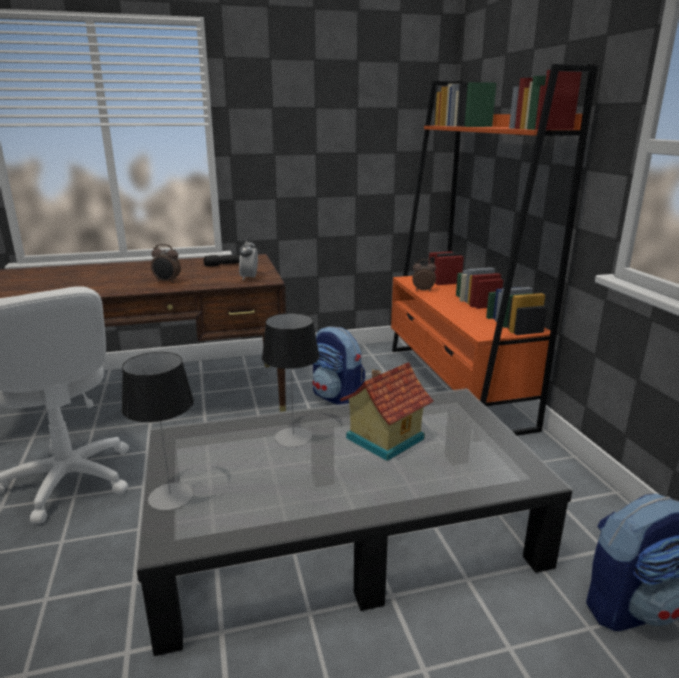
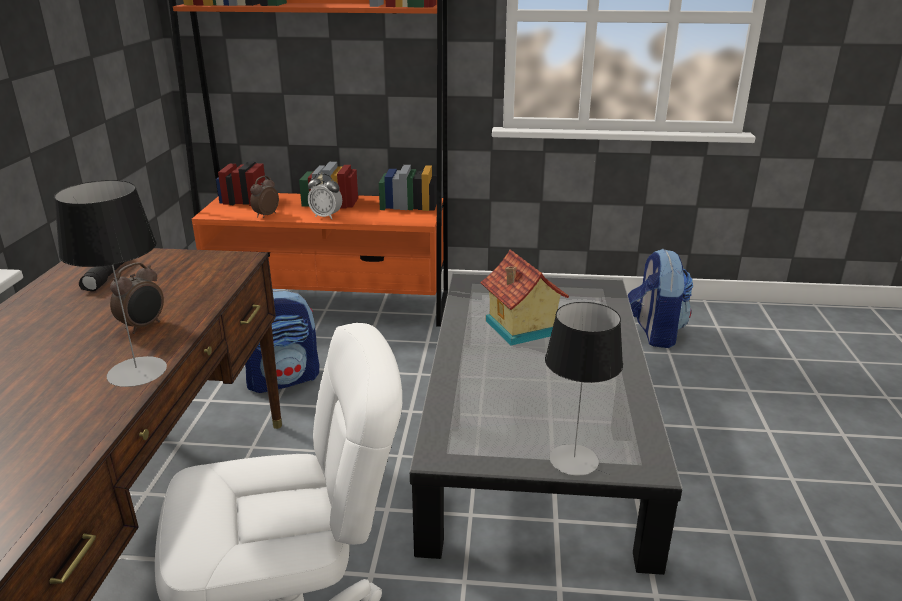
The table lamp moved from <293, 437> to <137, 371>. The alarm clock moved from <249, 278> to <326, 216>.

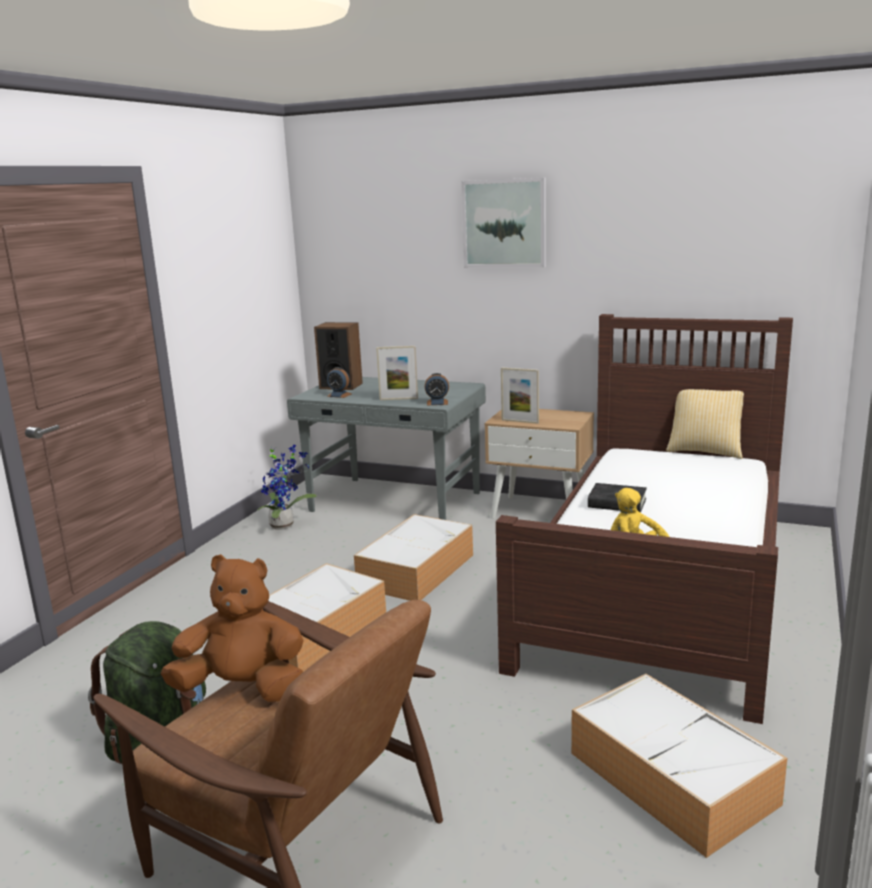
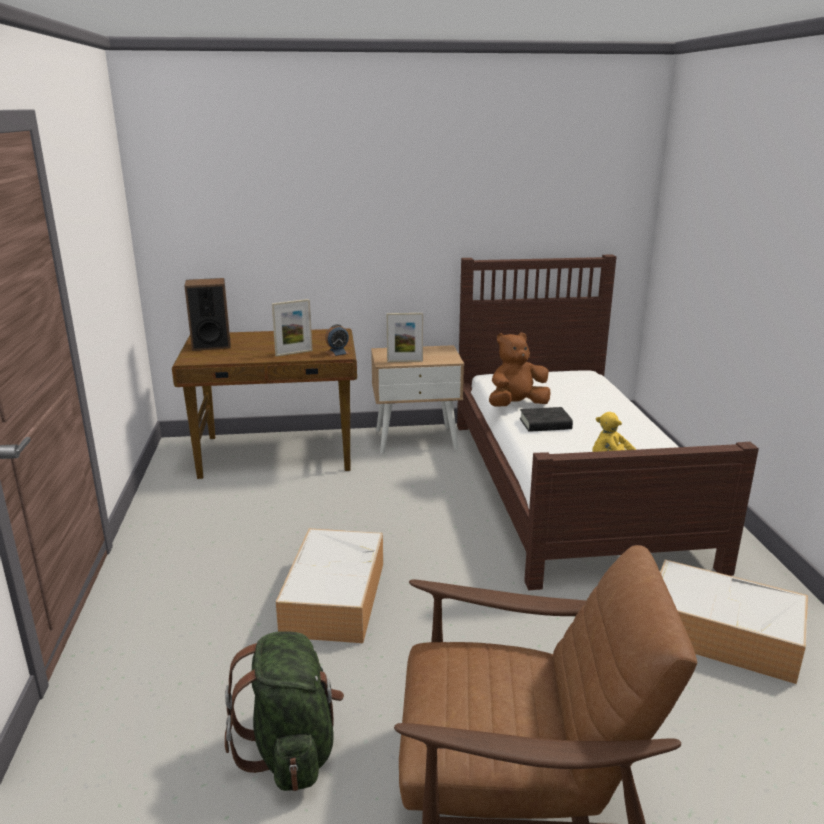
The desk in grey at <395, 502> became the desk in brown at <278, 454>. The plush toy in brown moved from <243, 689> to <516, 405>. The potted plant at <285, 525> disappeared. The alarm clock at <339, 395> disappeared. The storage box at <417, 570> disappeared. The picture at <504, 223> disappeared. The pillow at <705, 451> disappeared.

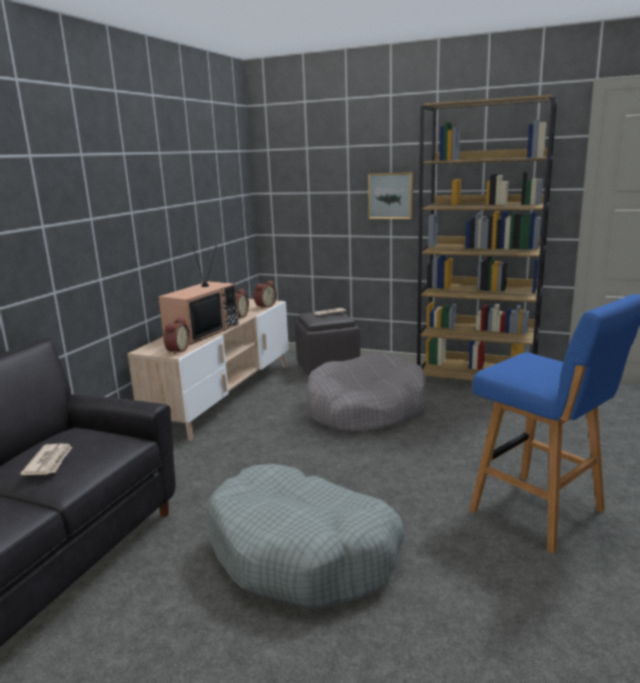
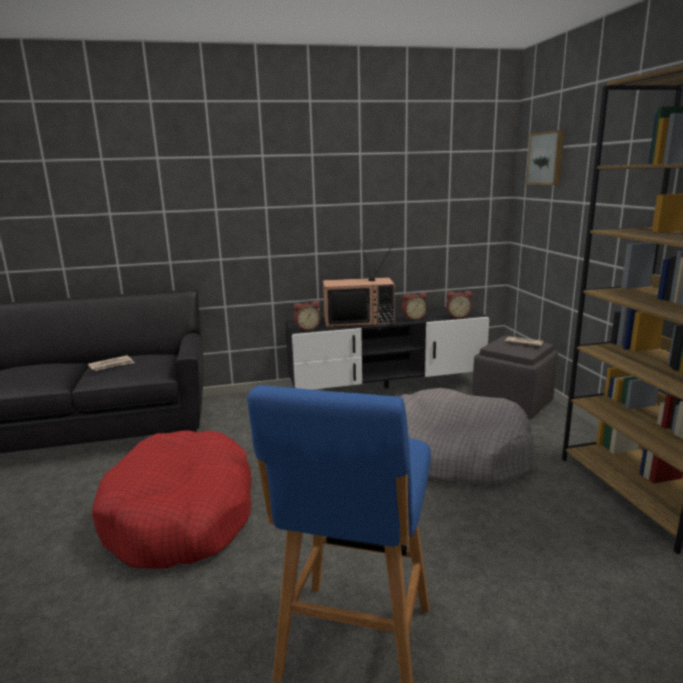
The dog bed in grey at <303, 552> became the dog bed in red at <181, 515>. The tv stand in beige at <225, 395> became the tv stand in black at <386, 388>. The picture moved from <391, 195> to <547, 158>.

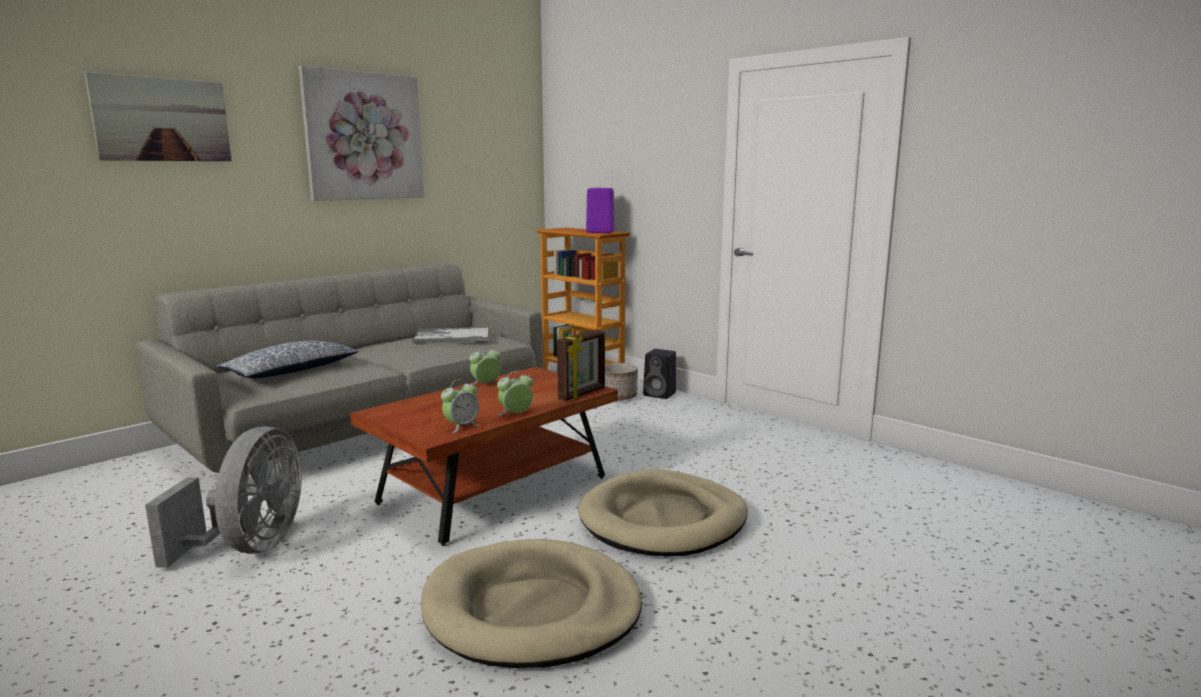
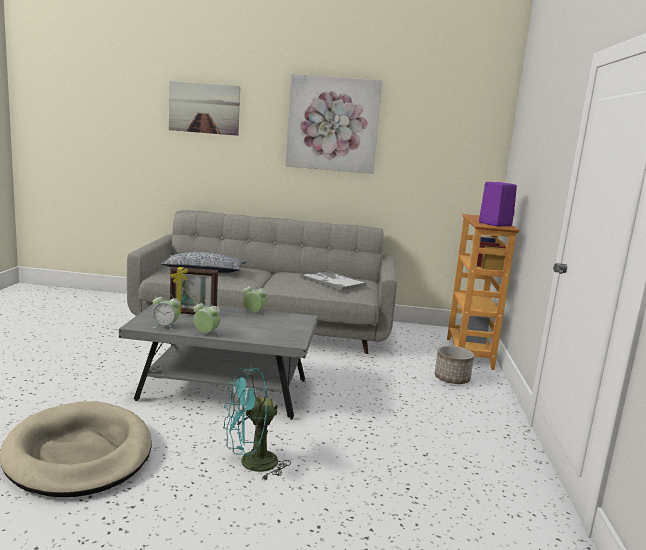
The coffee table in brown at <494, 491> became the coffee table in grey at <224, 390>. The picture frame moved from <582, 394> to <193, 314>. The dog bed in beige at <663, 520> was replaced by the fan in turquoise at <251, 464>. The fan in grey at <250, 547> disappeared. The speaker in black at <660, 394> disappeared.

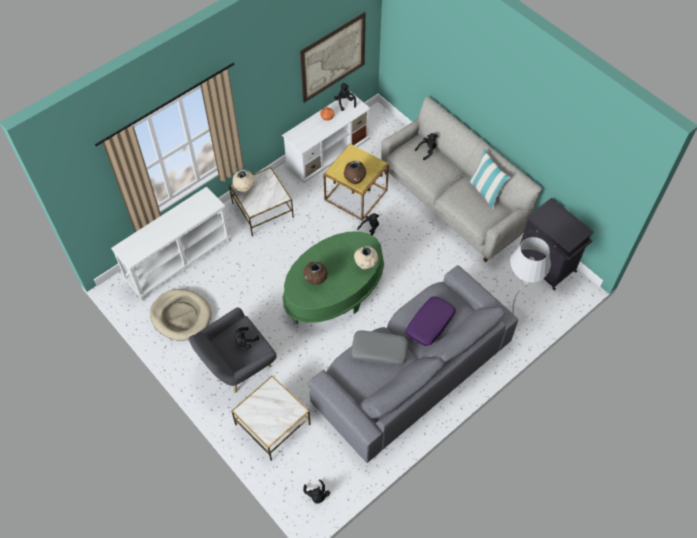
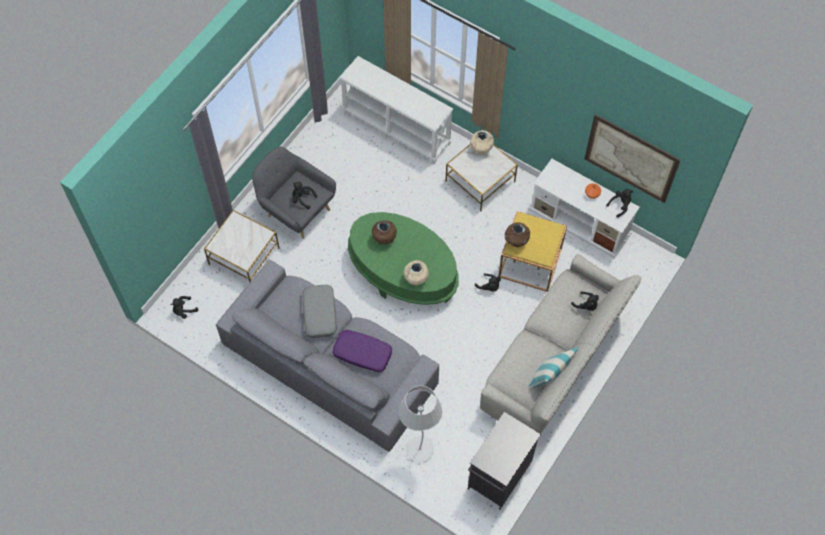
The dog bed in beige at <181, 316> disappeared.

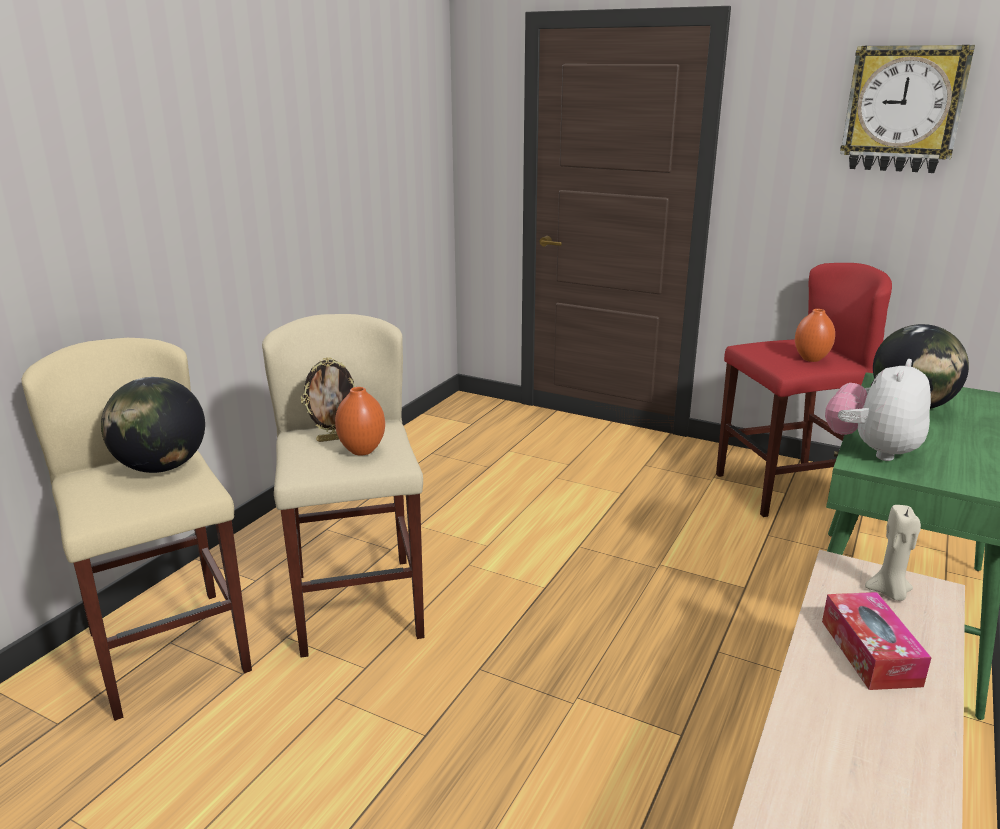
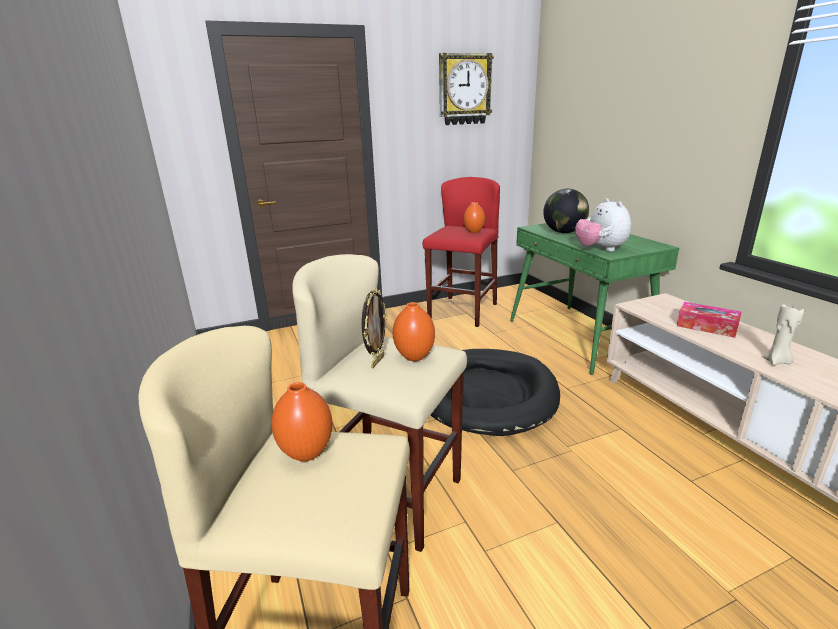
The globe at <161, 467> was replaced by the vase in orange at <306, 454>. The dog bed in black at <487, 394> appeared. The candle in beige moved from <889, 592> to <777, 362>.

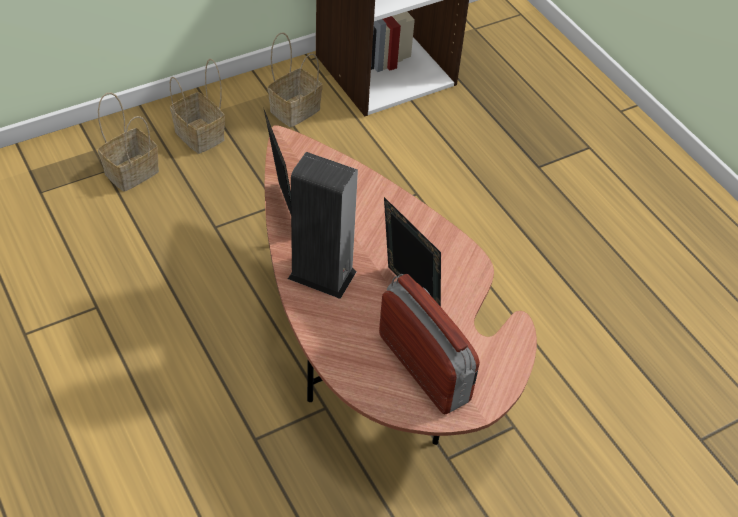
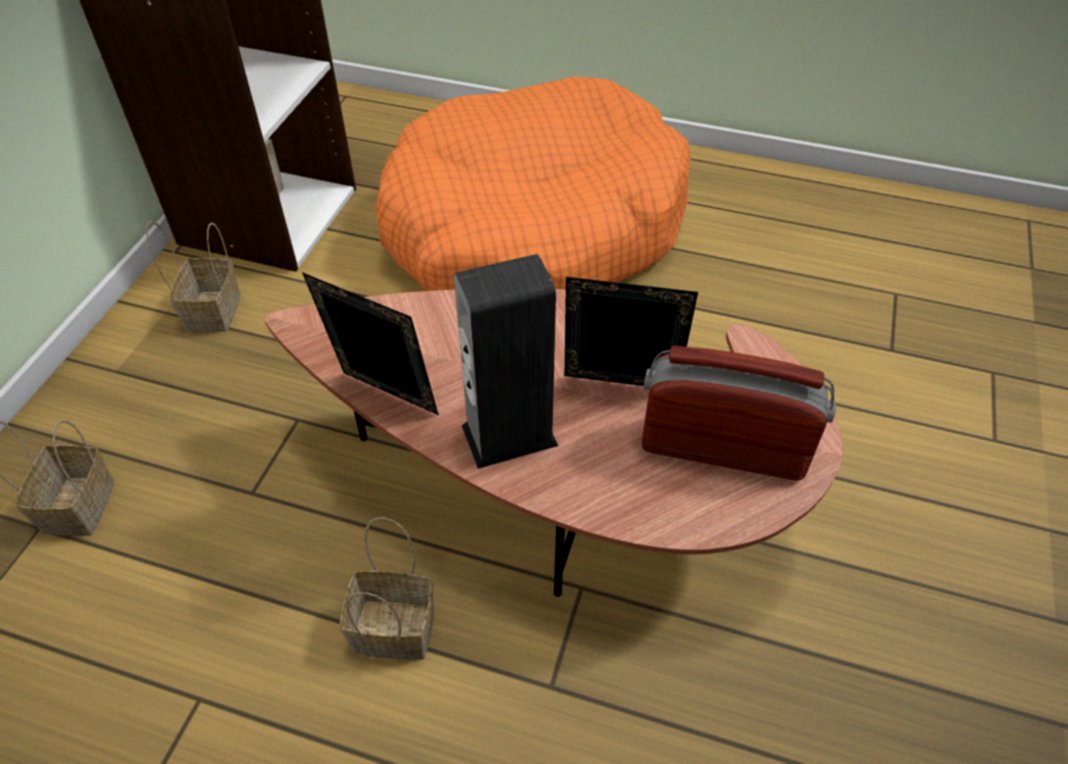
The basket moved from <201, 136> to <397, 628>. The dog bed in orange at <533, 228> appeared.

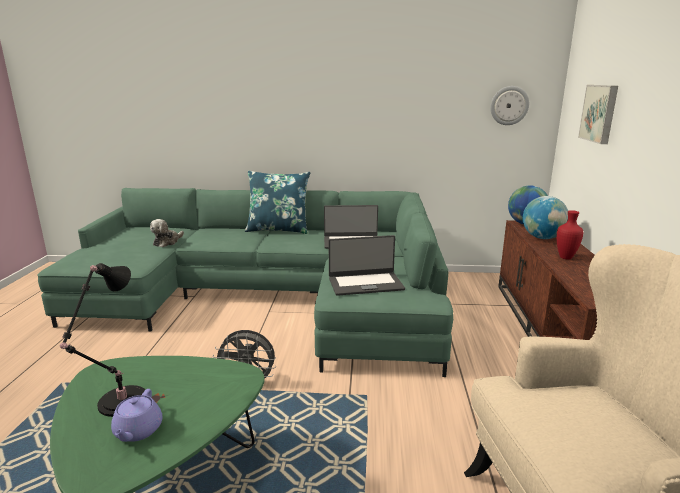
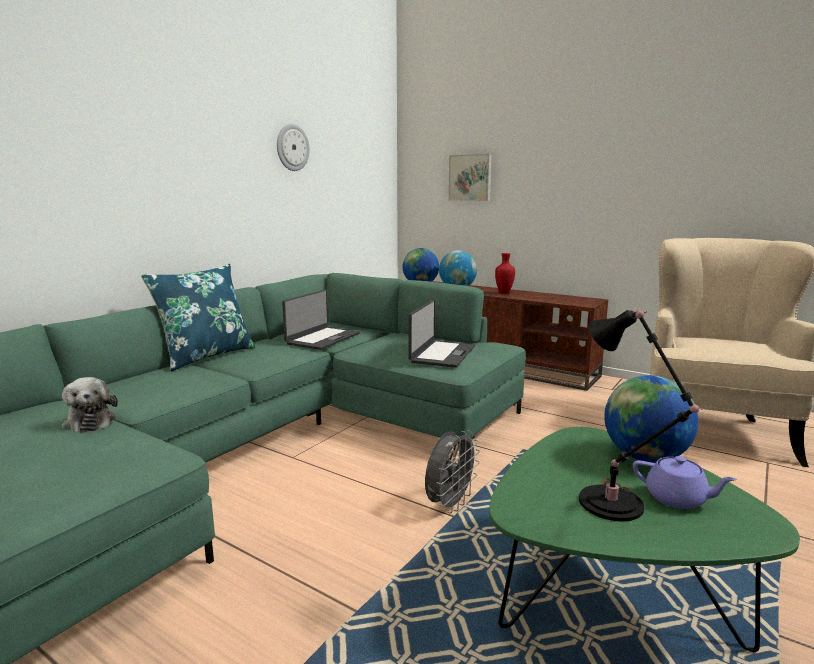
The wall clock moved from <509, 105> to <292, 147>. The globe at <645, 457> appeared.

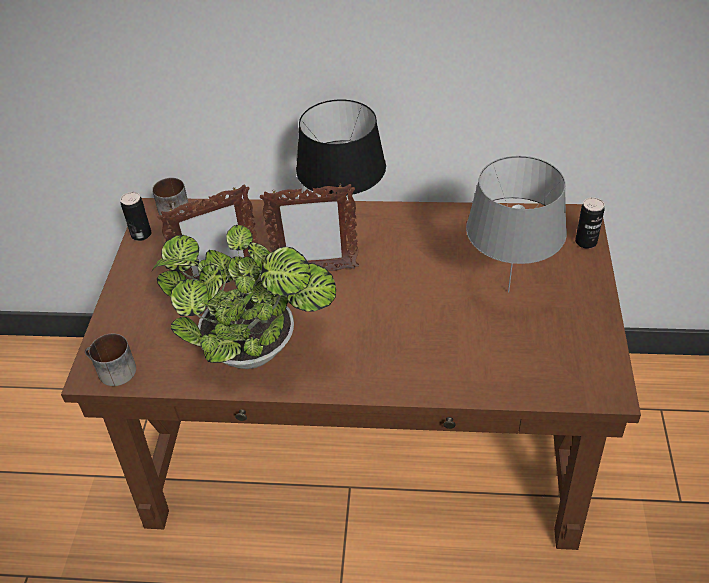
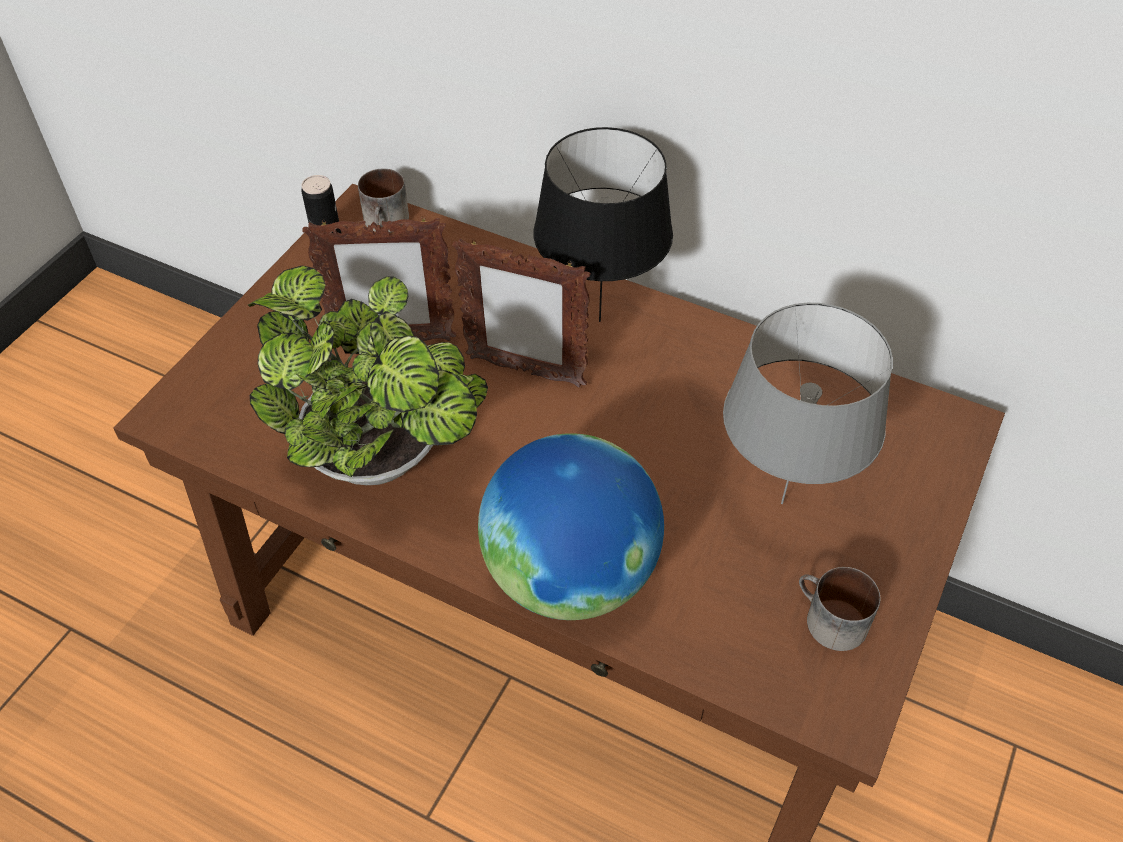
The globe at <569, 575> appeared. The mug moved from <112, 371> to <828, 620>. The can at <586, 242> disappeared.

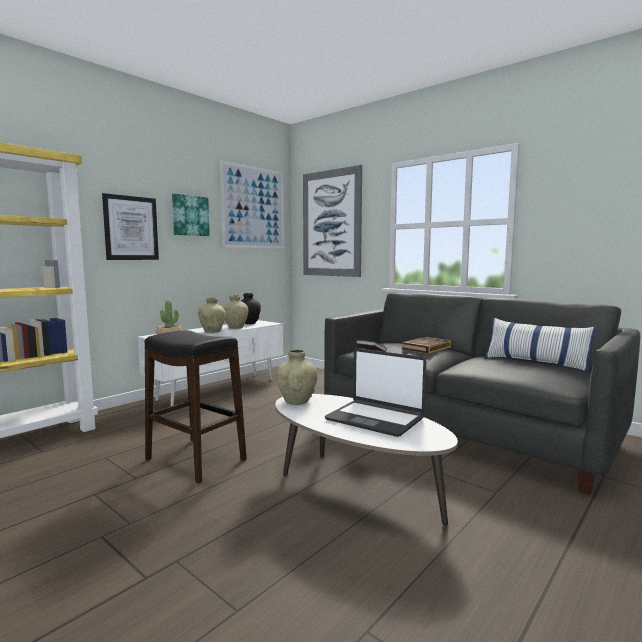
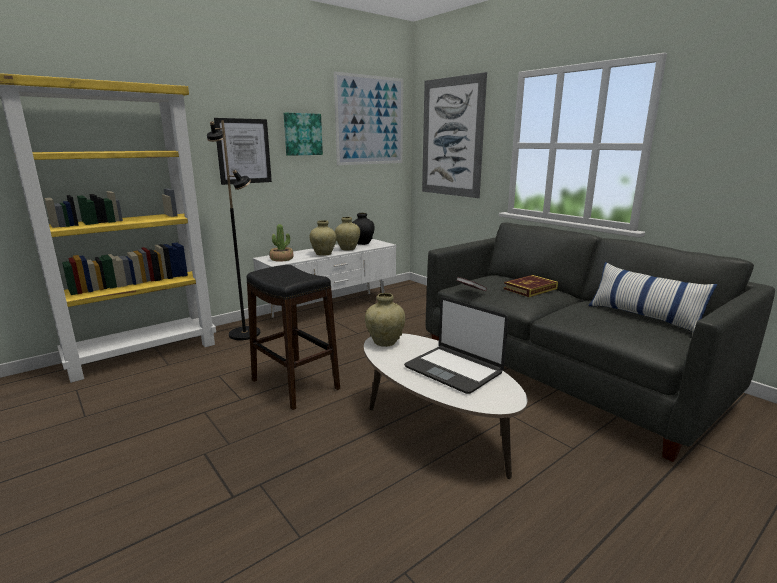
The floor lamp in black at <245, 333> appeared.

